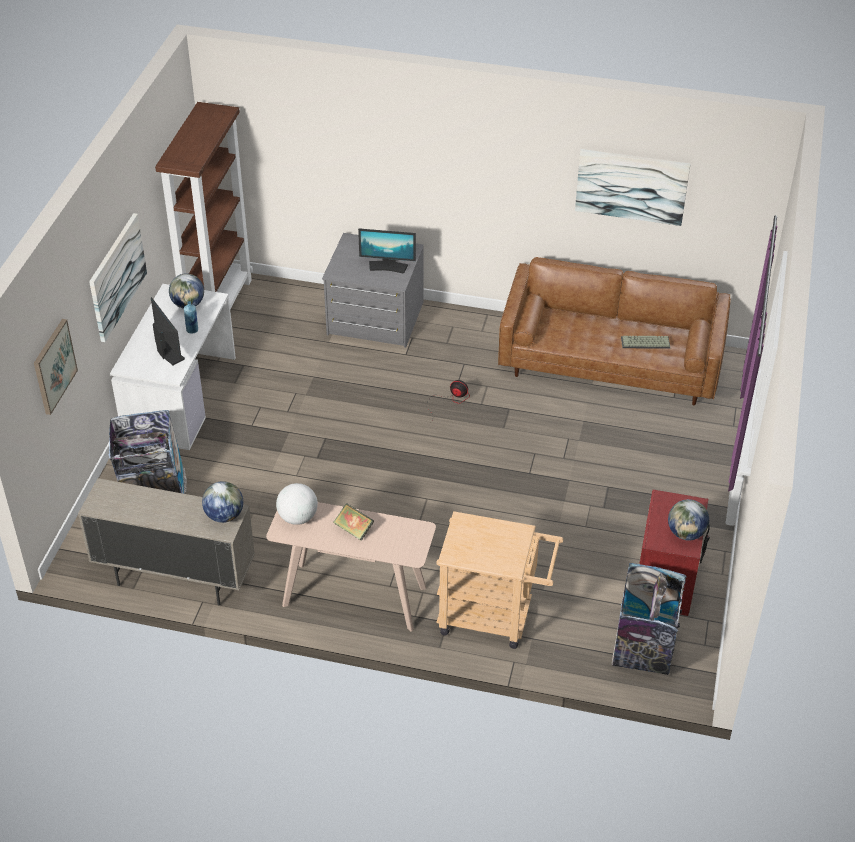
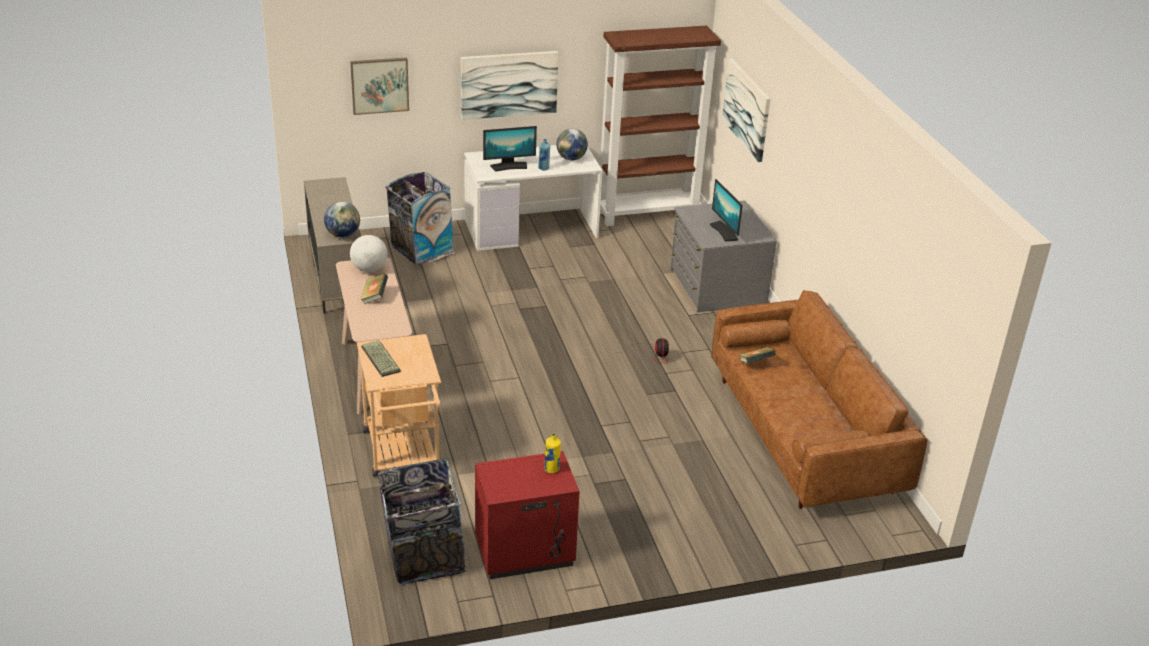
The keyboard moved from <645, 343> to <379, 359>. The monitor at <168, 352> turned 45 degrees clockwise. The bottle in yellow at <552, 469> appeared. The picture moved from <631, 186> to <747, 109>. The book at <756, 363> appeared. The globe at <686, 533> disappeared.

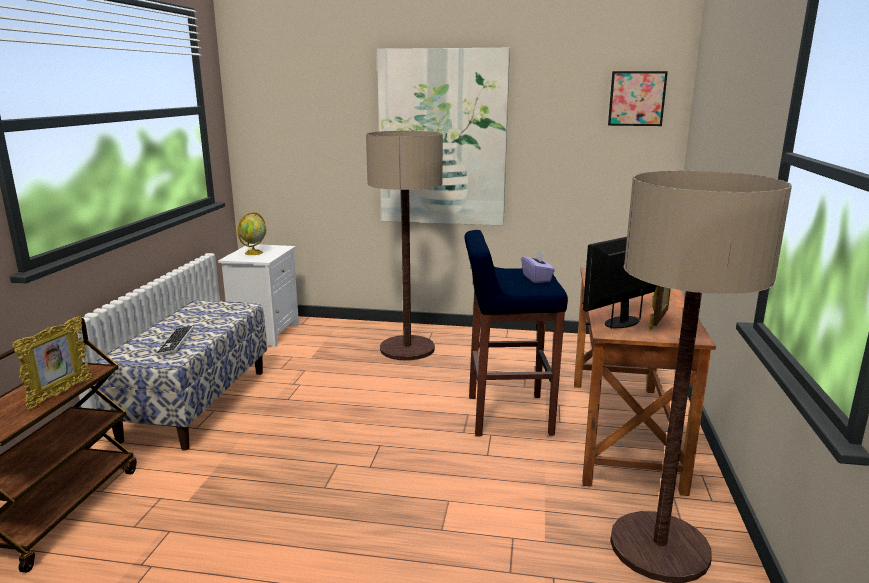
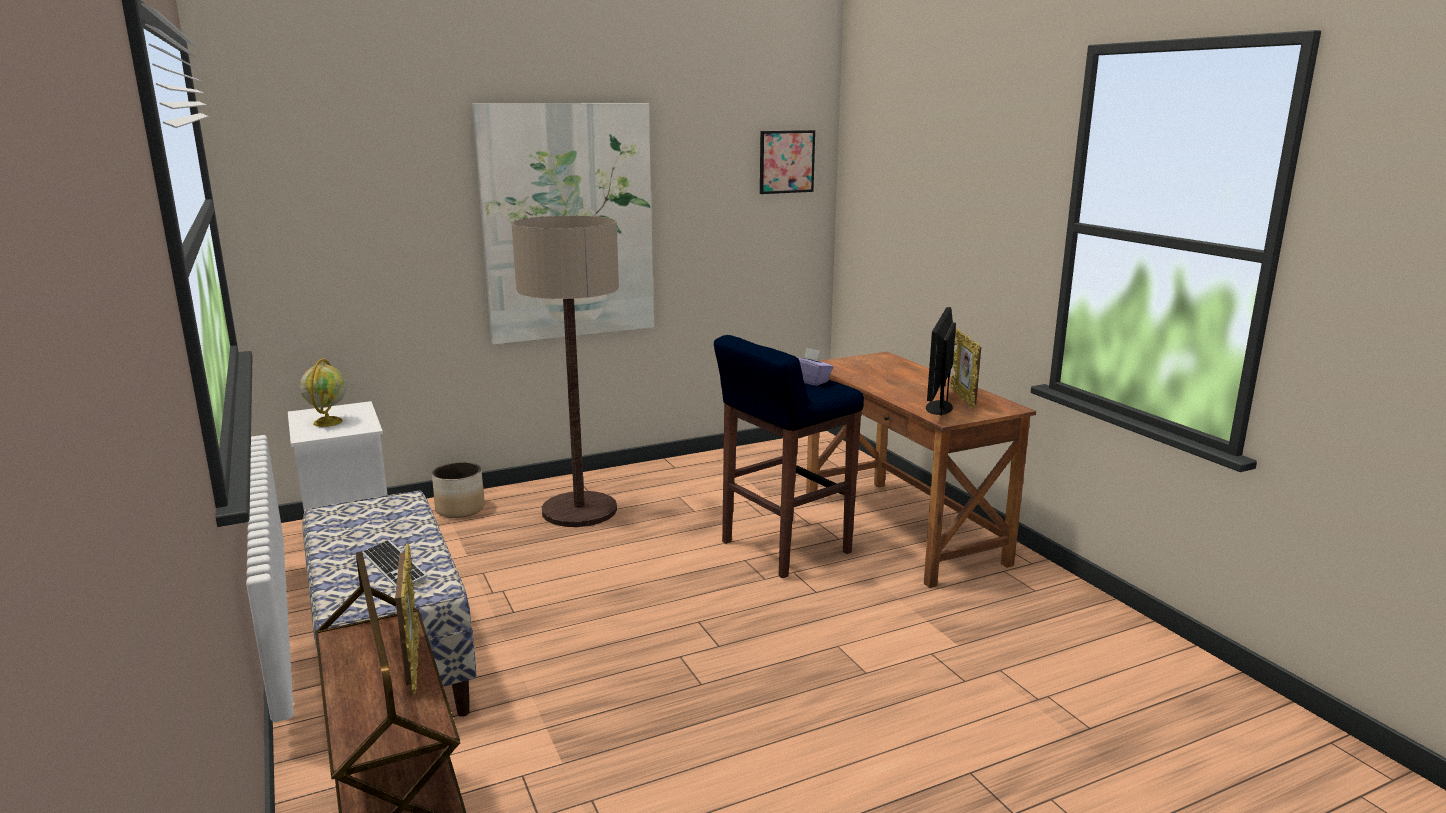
The planter at <460, 509> appeared. The floor lamp at <659, 547> disappeared.

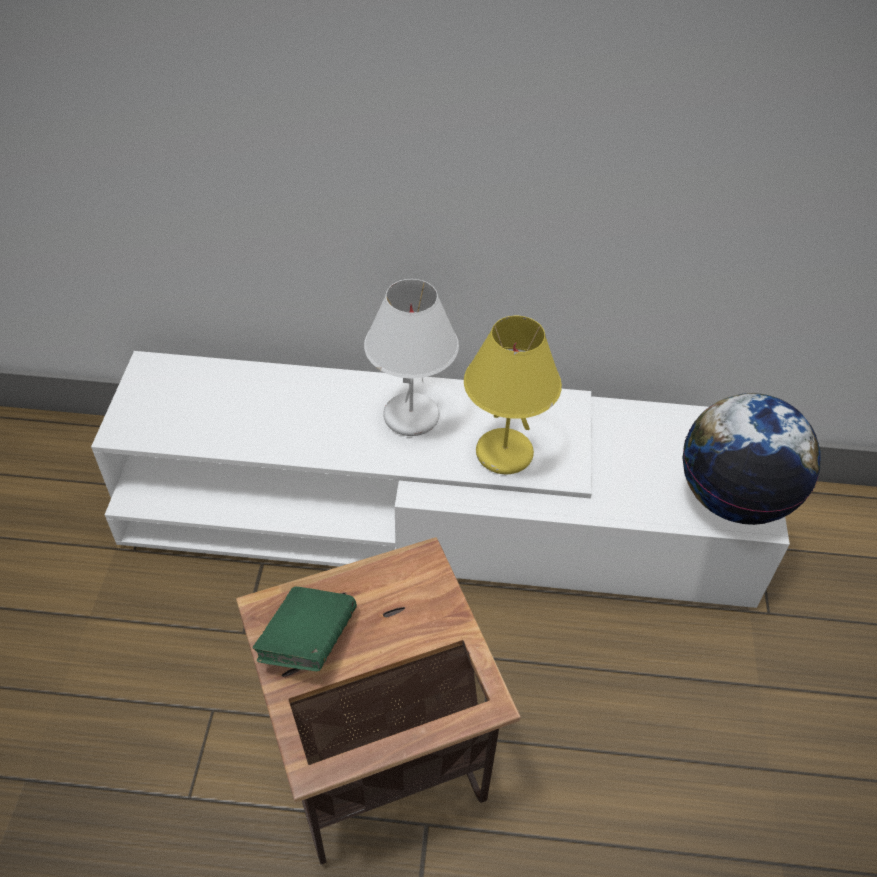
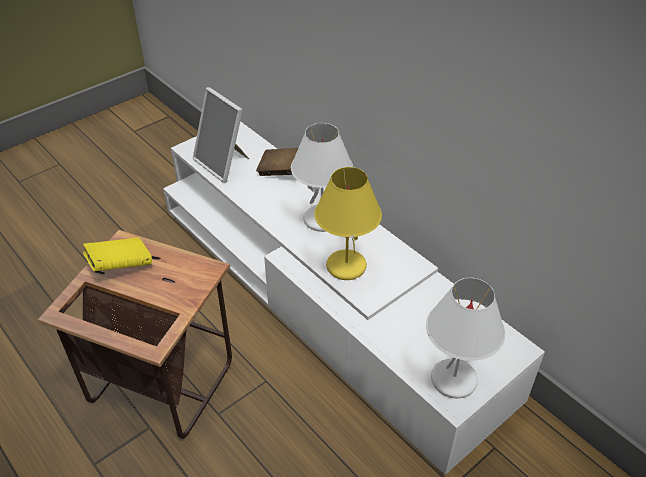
The book in green at <308, 641> became the book in yellow at <120, 265>. The picture frame at <223, 163> appeared. The book in brown at <282, 171> appeared. The globe at <733, 498> was replaced by the table lamp in white at <454, 379>.

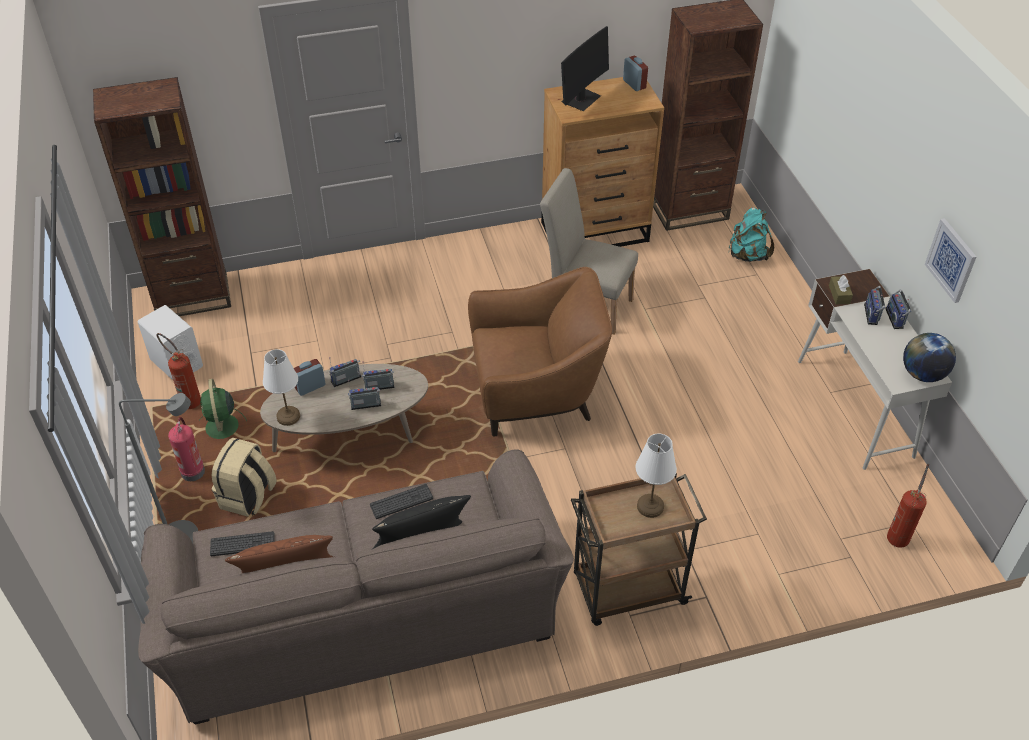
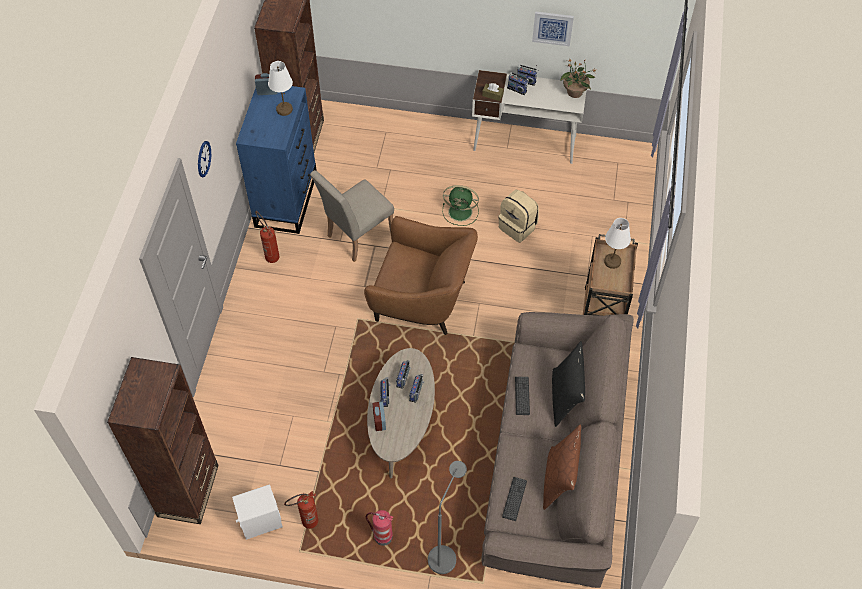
The wall clock at <203, 159> appeared. The dresser in brown at <596, 232> became the dresser in blue at <286, 199>. The fire extinguisher moved from <899, 534> to <270, 255>. The table lamp in white moved from <288, 416> to <284, 109>. The armchair in brown at <536, 392> turned 90 degrees clockwise. The fan in green moved from <222, 428> to <461, 212>. The backpack in beige moved from <248, 497> to <518, 227>. The globe at <922, 374> was replaced by the potted plant at <575, 92>. The monitor at <581, 99> disappeared. The backpack in turquoise at <747, 255> disappeared.

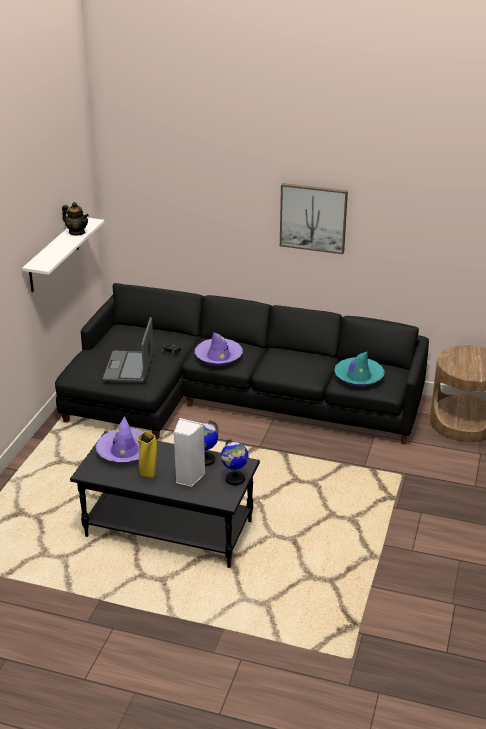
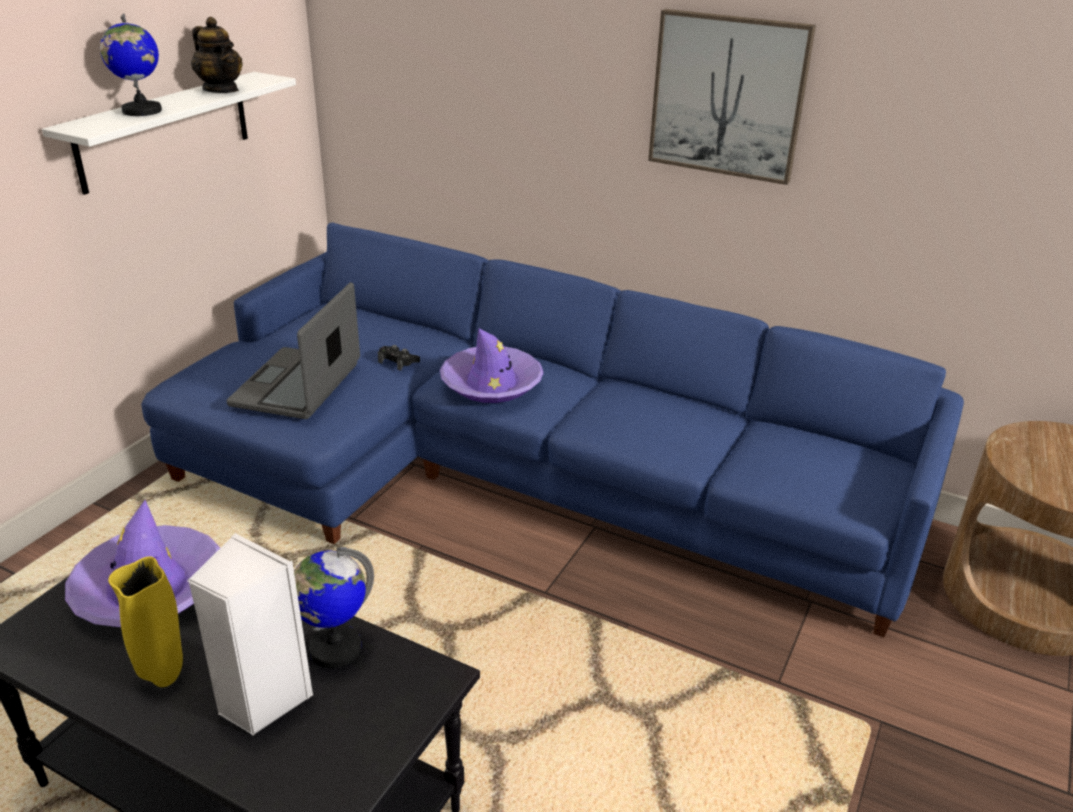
The globe moved from <235, 479> to <141, 111>. The sofa in black at <229, 398> became the sofa in blue at <515, 473>. The hat in turquoise at <358, 376> disappeared.

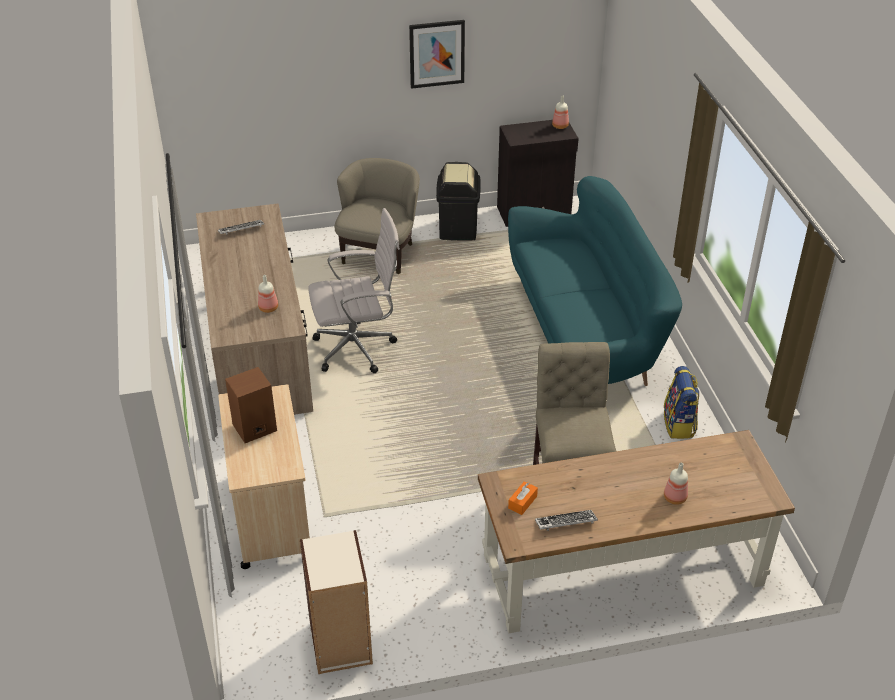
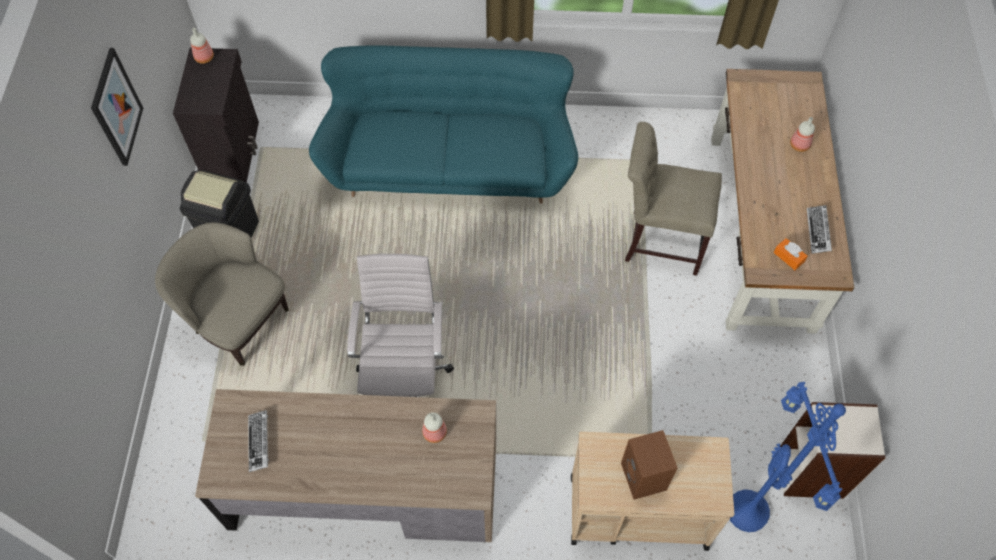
The floor lamp in blue at <750, 512> appeared. The backpack at <679, 424> disappeared.

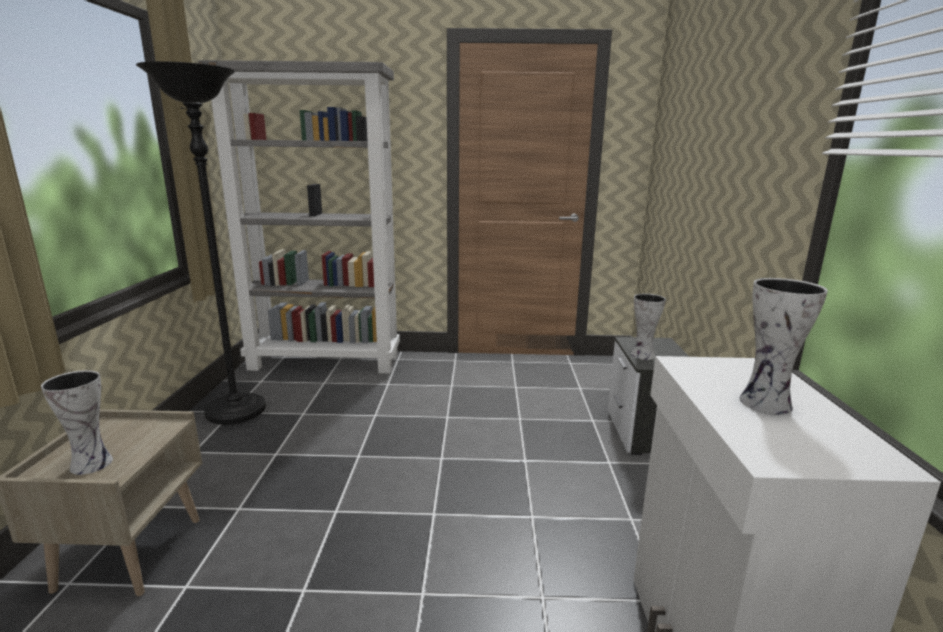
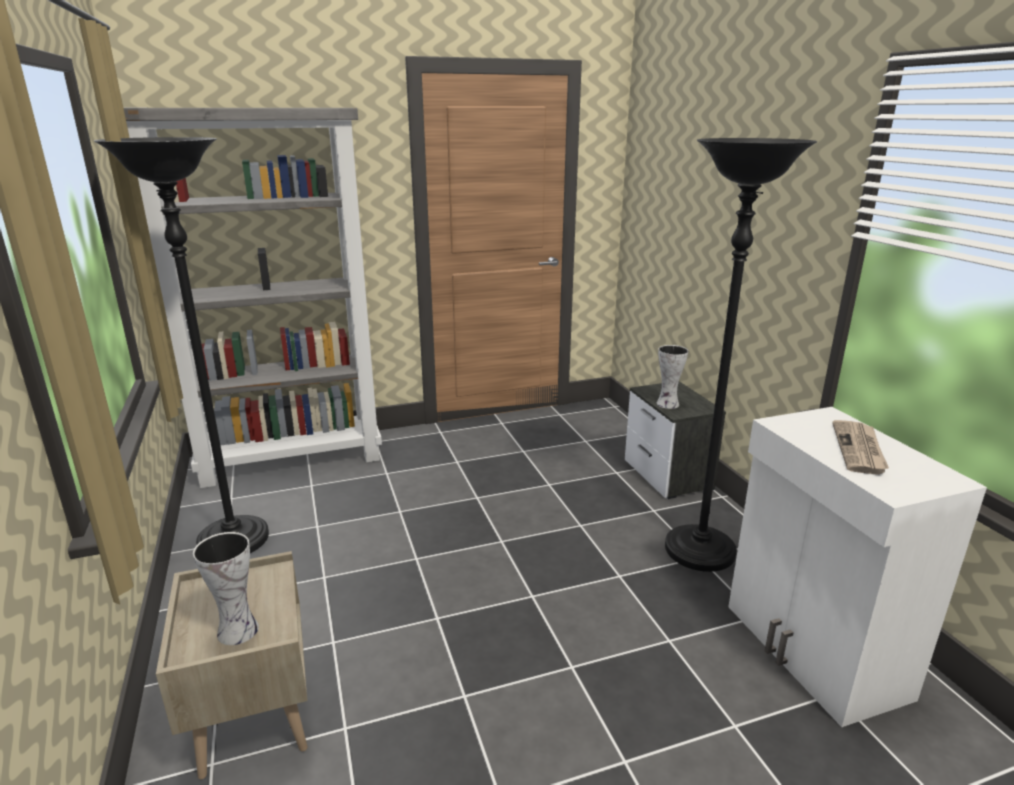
The floor lamp in black at <699, 552> appeared. The vase at <767, 404> was replaced by the newspaper at <859, 449>.

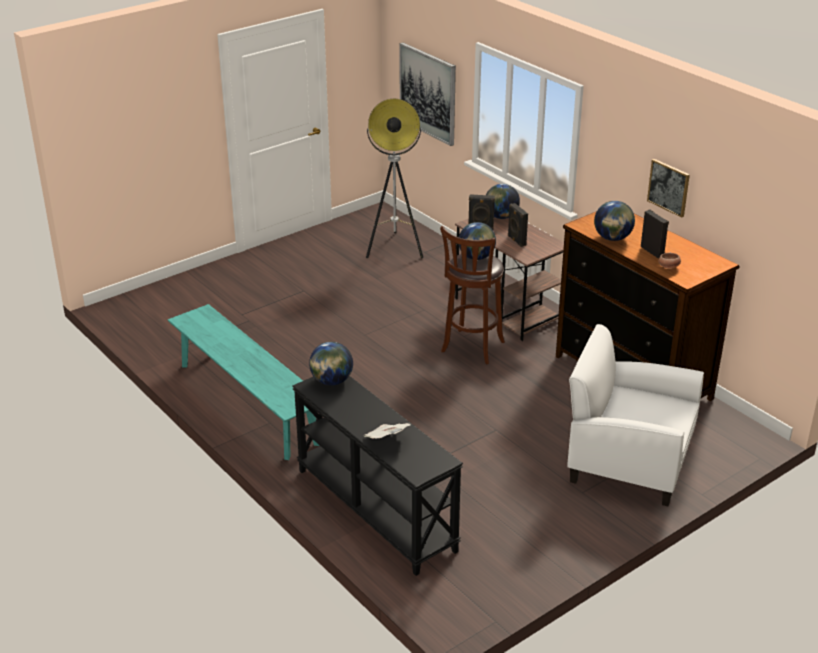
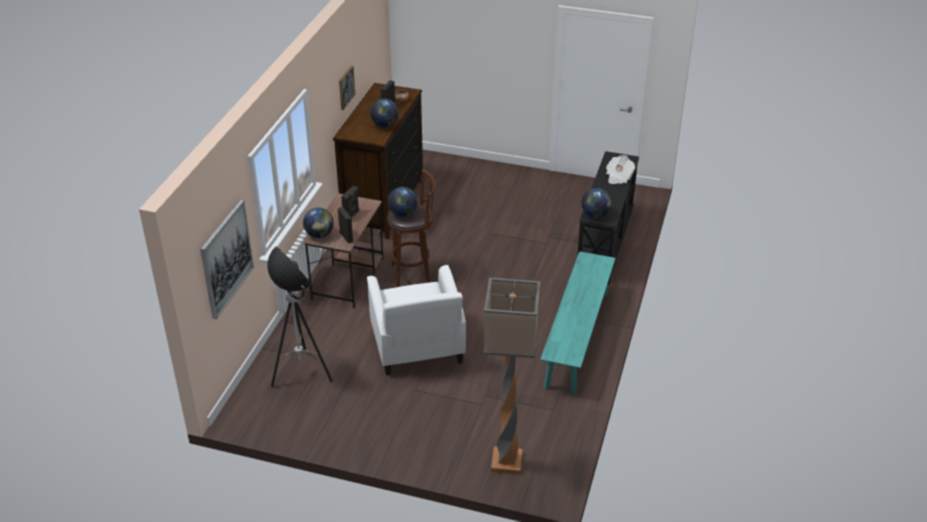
The armchair in white moved from <628, 462> to <417, 346>. The floor lamp at <507, 461> appeared.

